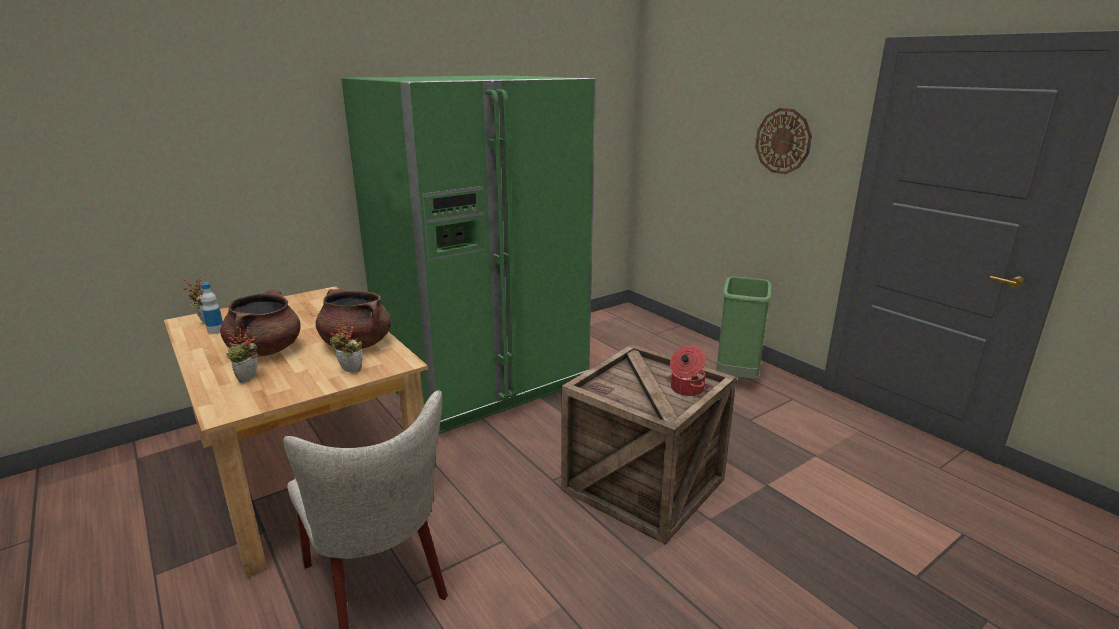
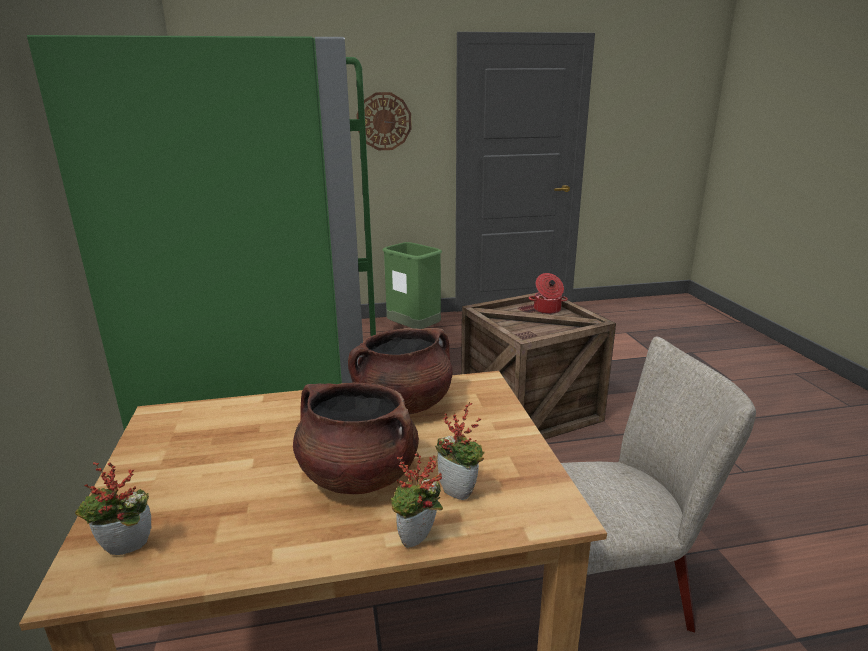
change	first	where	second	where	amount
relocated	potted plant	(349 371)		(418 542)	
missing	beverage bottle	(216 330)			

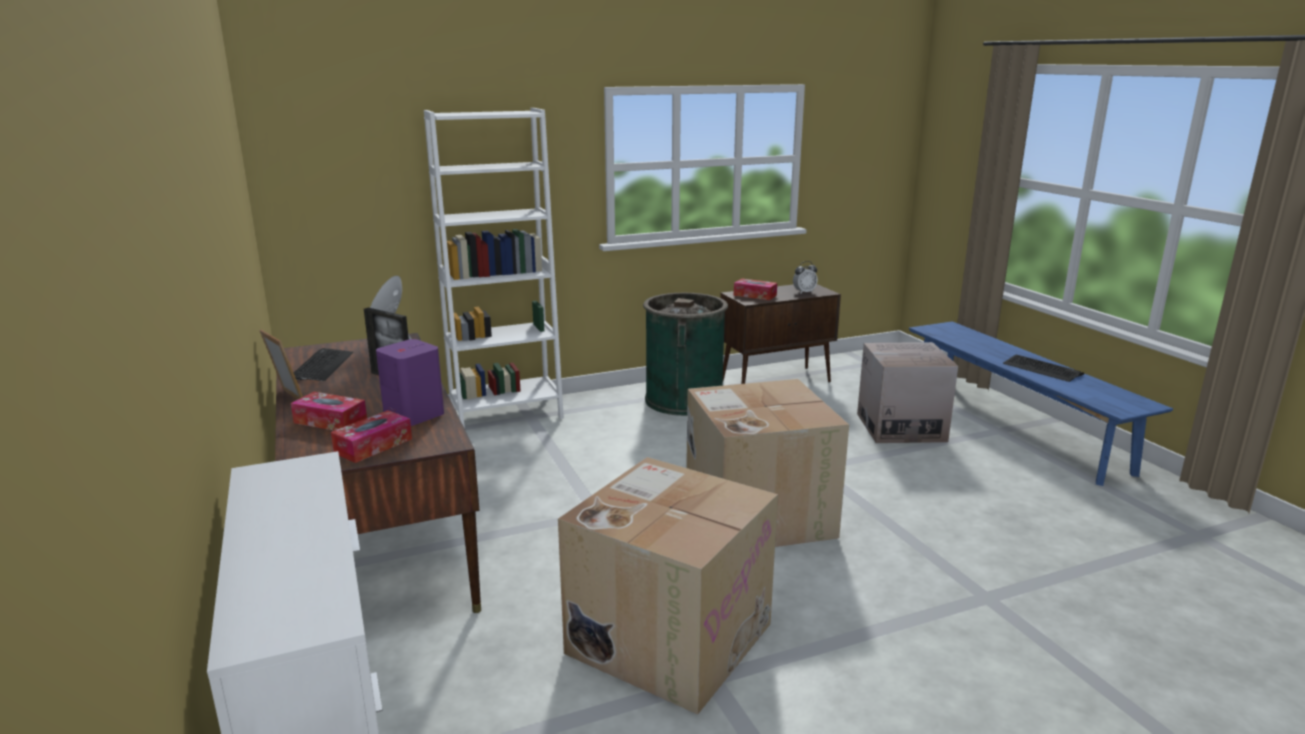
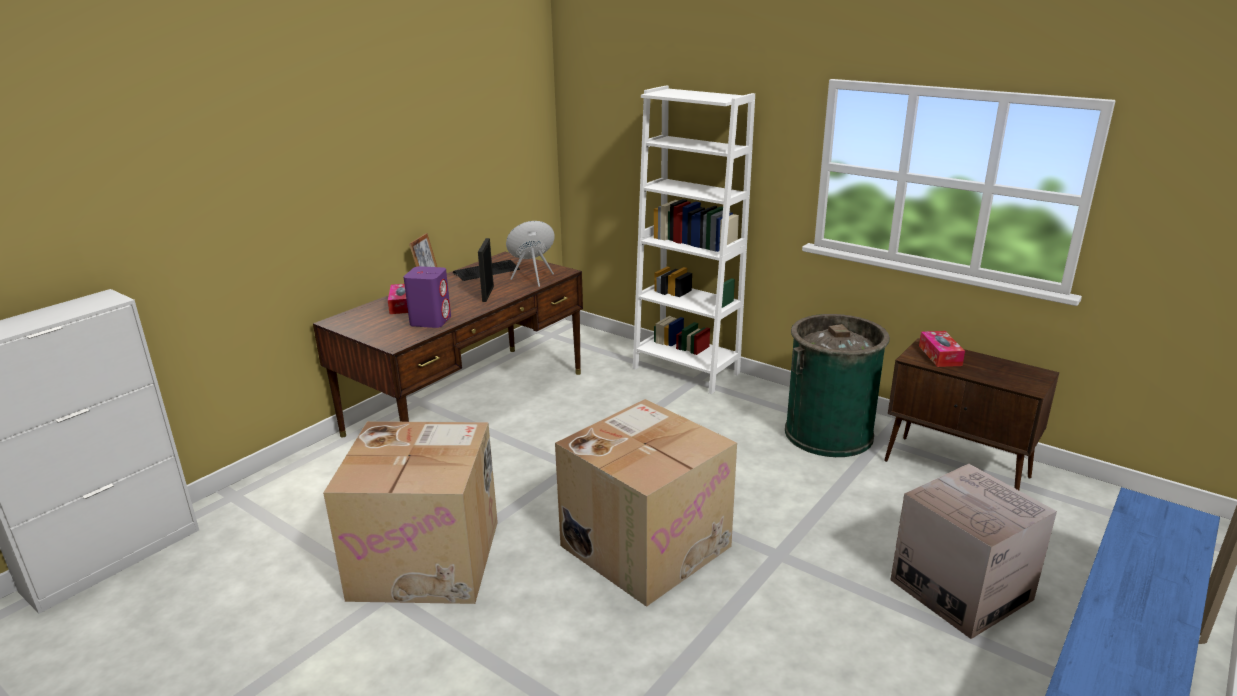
change	first	where	second	where	amount
missing	tissue box	(373 446)			
missing	bedside clock	(804 292)			
missing	PC keyboard	(1042 369)			

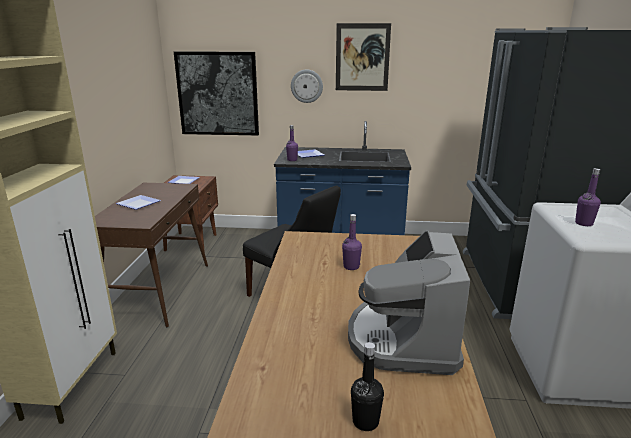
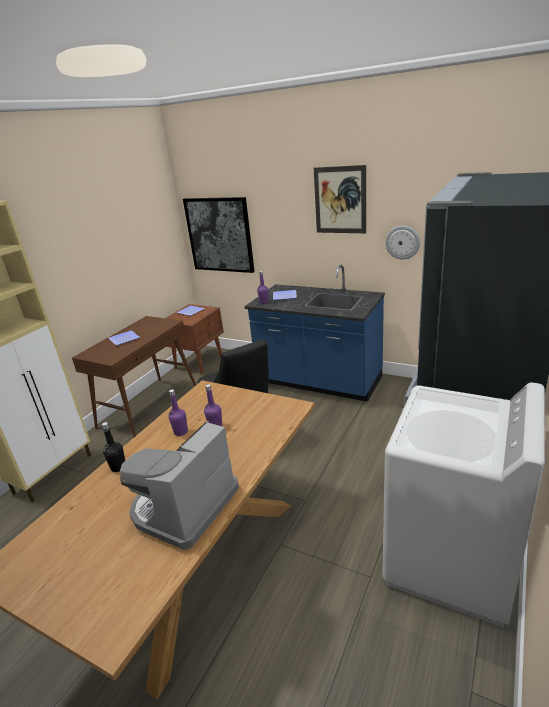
change	first	where	second	where	amount
relocated	beverage bottle (black)	(365 421)		(118 467)	
relocated	beverage bottle (purple)	(584 223)		(181 432)	
relocated	hanging clock	(306 86)		(402 242)	

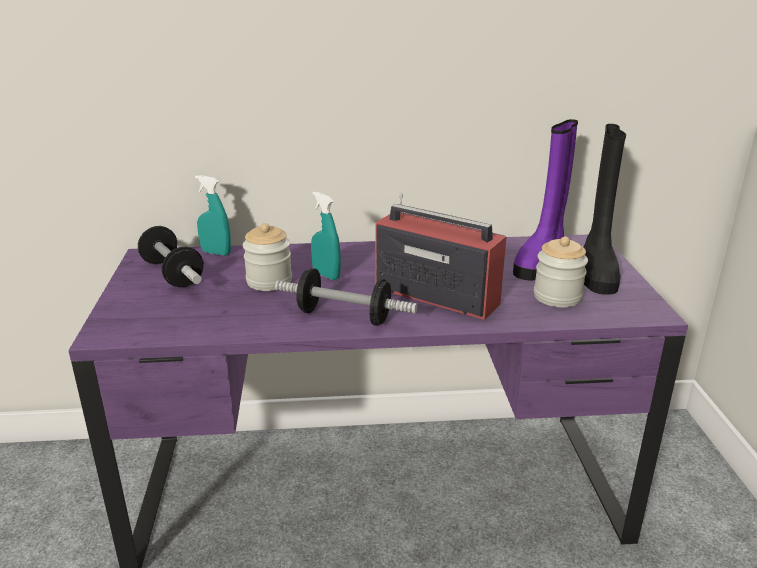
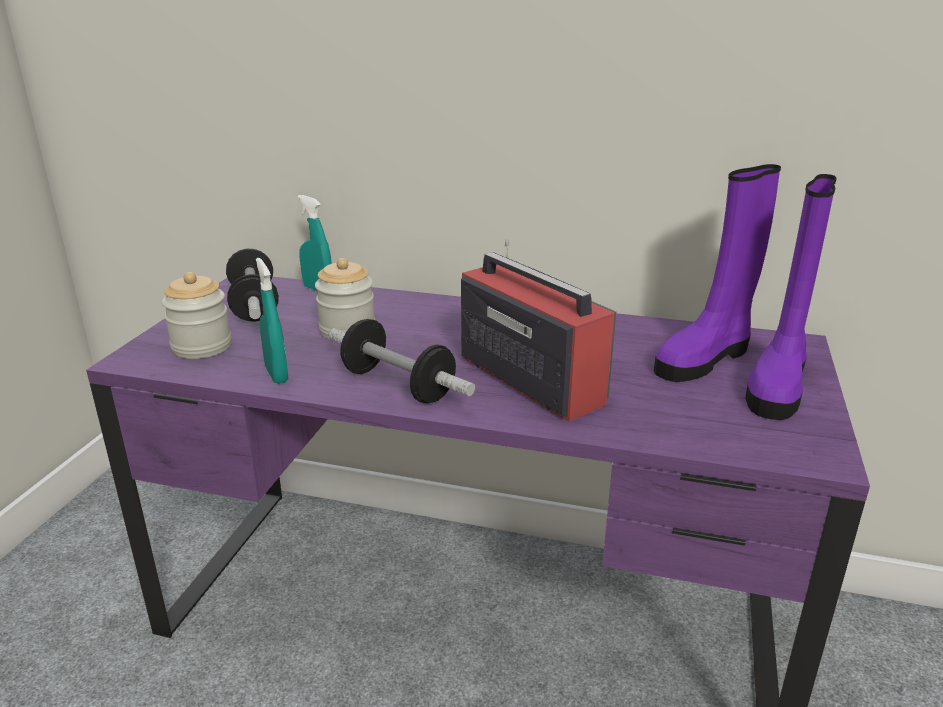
change	first	where	second	where	amount
relocated	storage jar	(557 297)		(202 347)	
relocated	sprayer (turquoise)	(326 275)		(276 375)	
colour	high-top boot (black)	(596 272)	high-top boot (purple)	(777 386)	

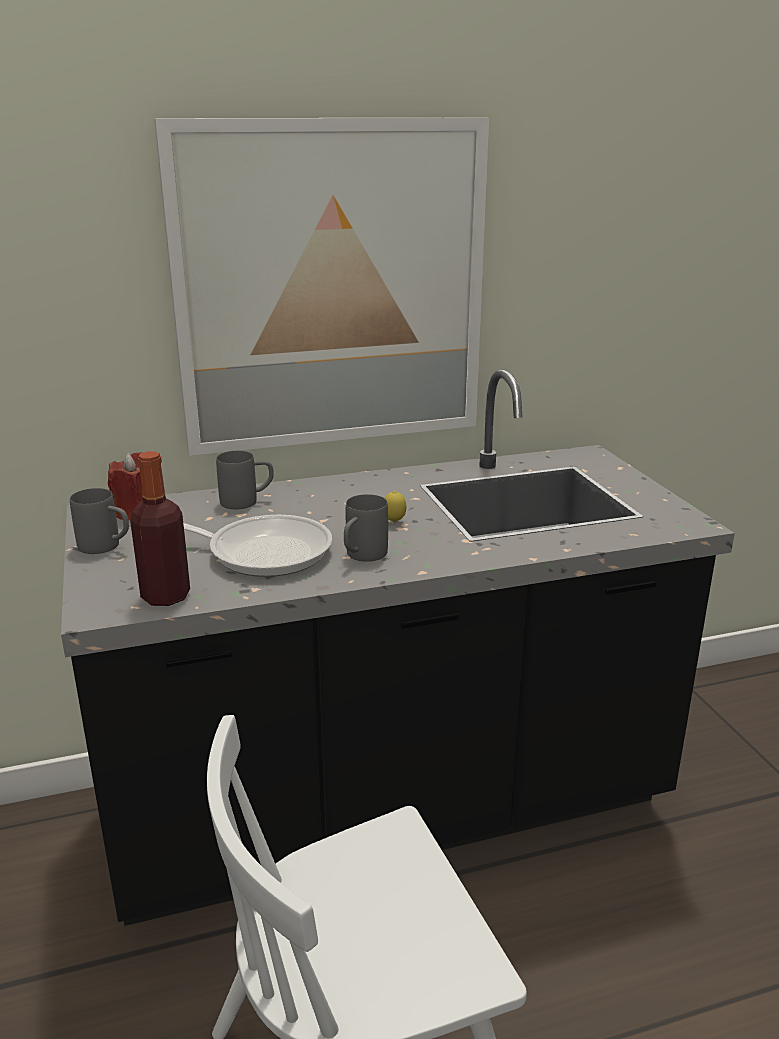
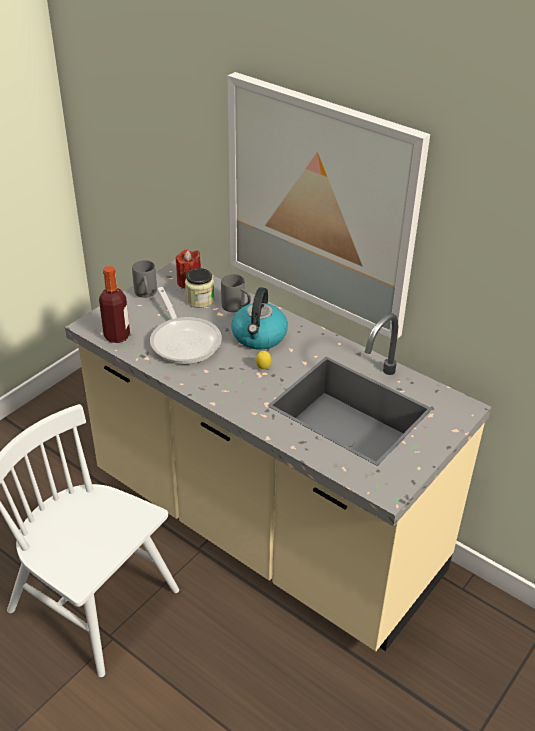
change	first	where	second	where	amount
colour	counter (black)	(389 810)	counter (beige)	(264 526)	
appeared			storage jar	(200 300)	
appeared			water kettle	(259 337)	
missing	mug (grey)	(362 556)			

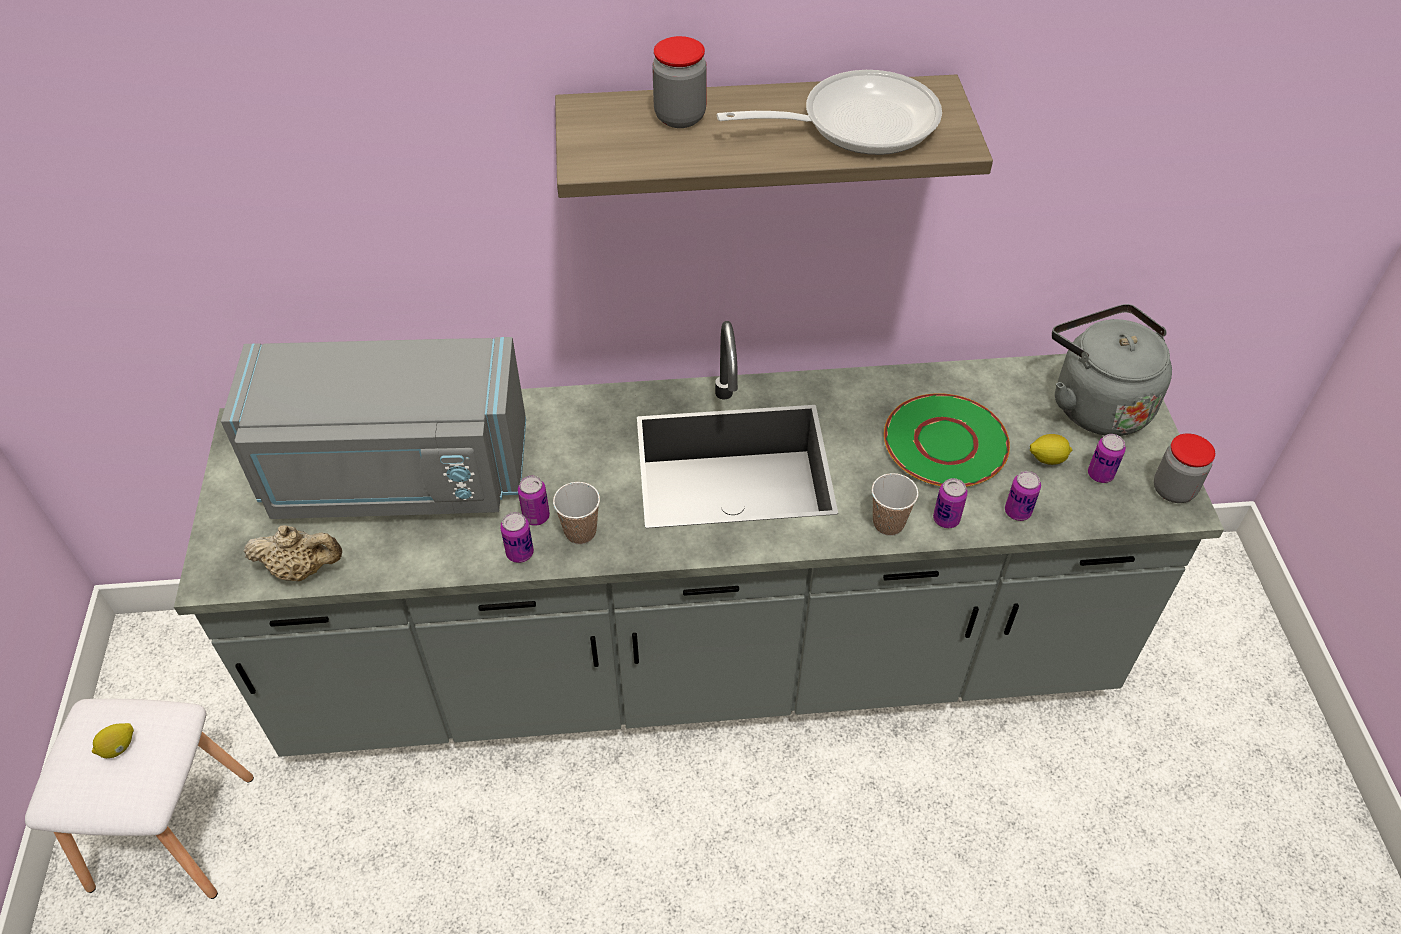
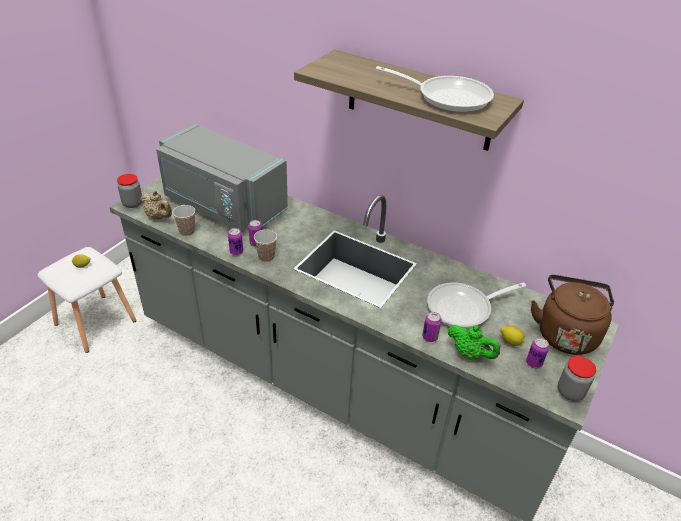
change	first	where	second	where	amount
relocated	storage jar	(680 117)		(132 203)	
relocated	drinking cup	(888 523)		(187 231)	
exchanged	dinner plate (green-coloured)	(946 442)	skillet	(464 308)	
exchanged	sealed can	(1017 512)	tea pot (green-coloured)	(470 354)	
colour	water kettle (grey)	(1096 403)	water kettle (brownish)	(565 333)	

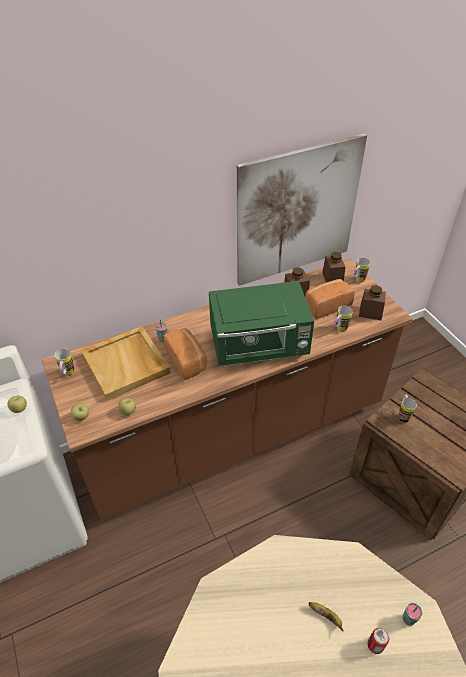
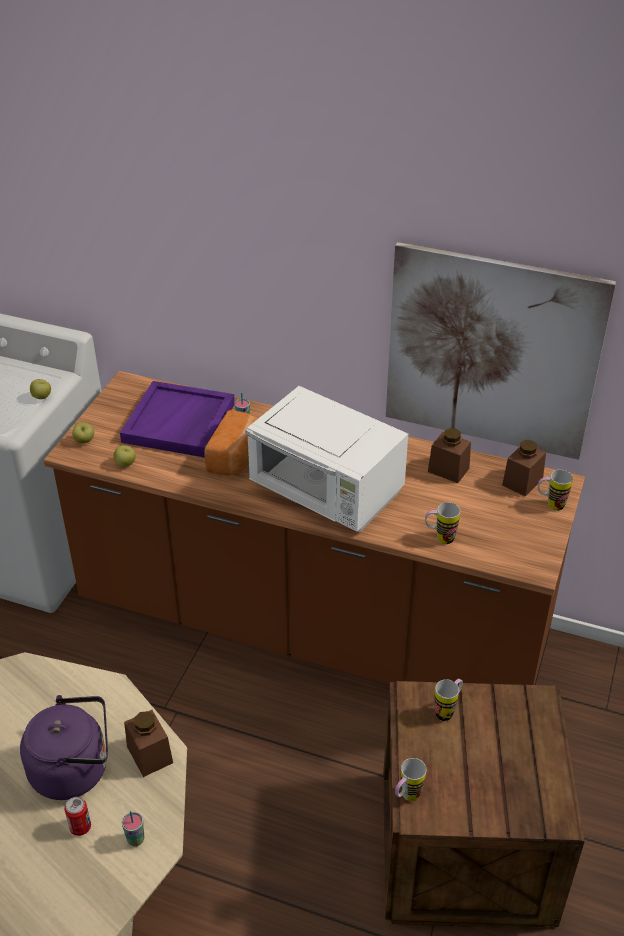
change	first	where	second	where	amount
exchanged	whole banana	(326 616)	water kettle (purple)	(75 769)	
colour	serving tray (beige)	(126 364)	serving tray (purple)	(179 423)	
relocated	storage jar (brownish)	(370 312)		(150 754)	
colour	microwave (green-coloured)	(260 346)	microwave (whitish)	(327 493)	
relocated	mug	(68 375)		(407 797)	
missing	baked bread	(326 305)			

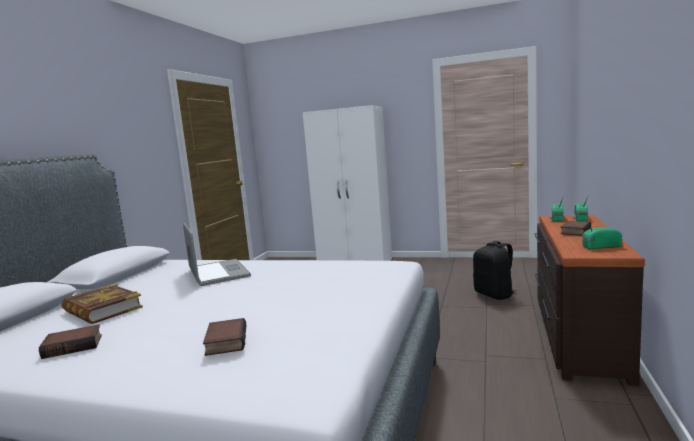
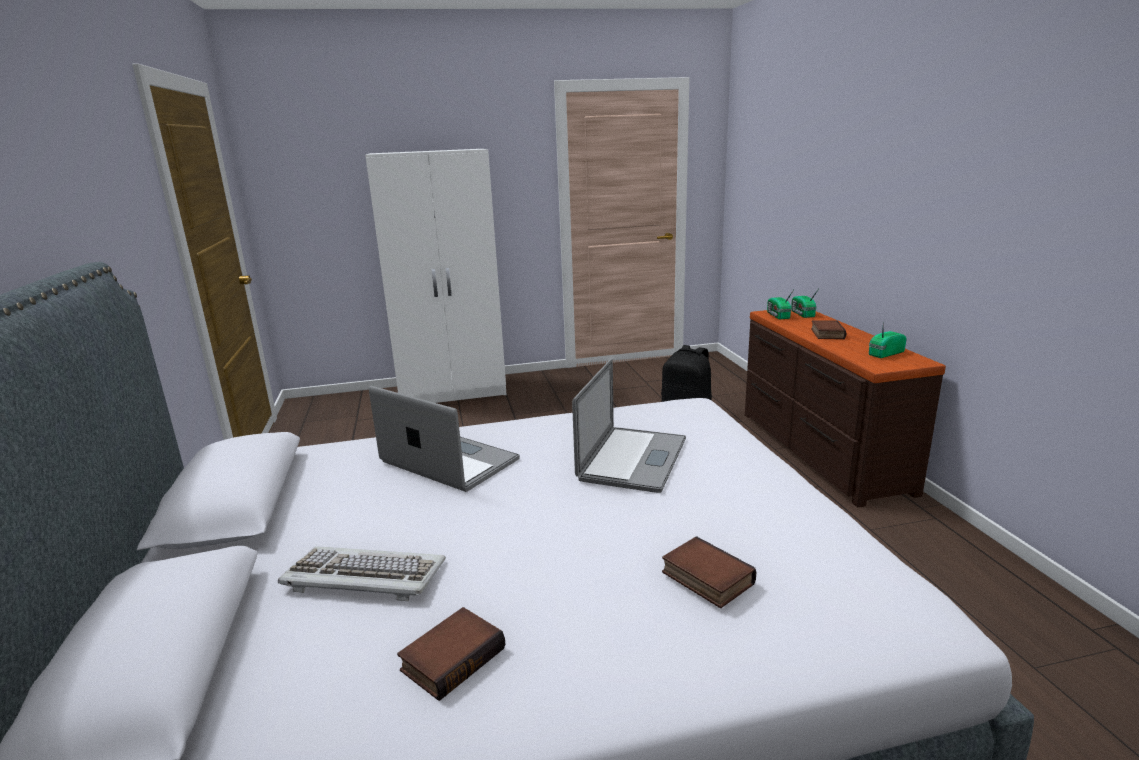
change	first	where	second	where	amount
exchanged	bound book	(102 310)	PC keyboard	(363 577)	
appeared			notebook computer	(633 459)	

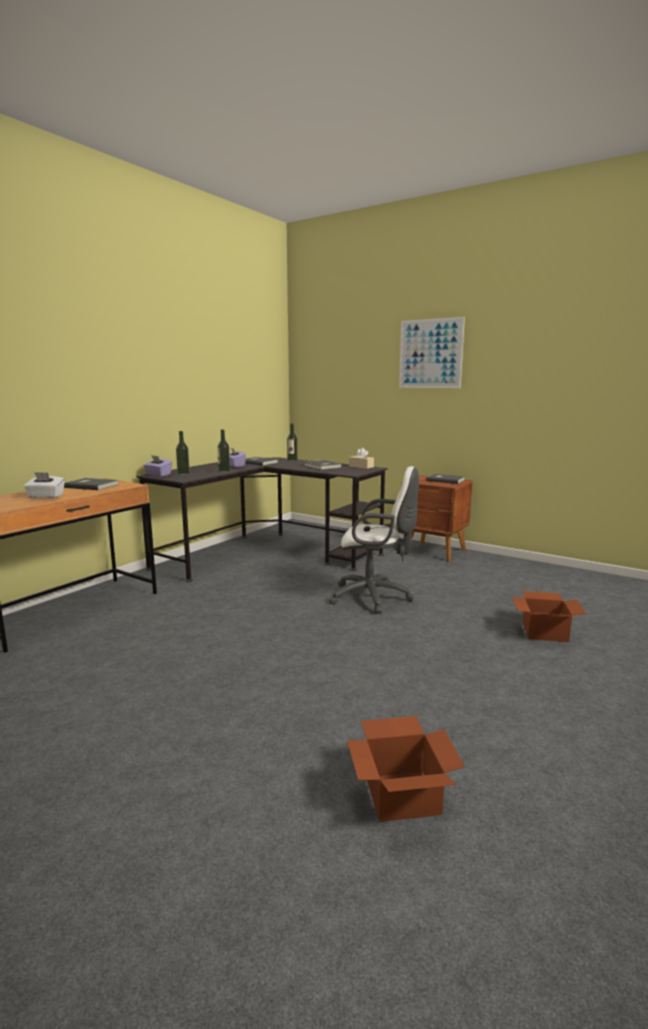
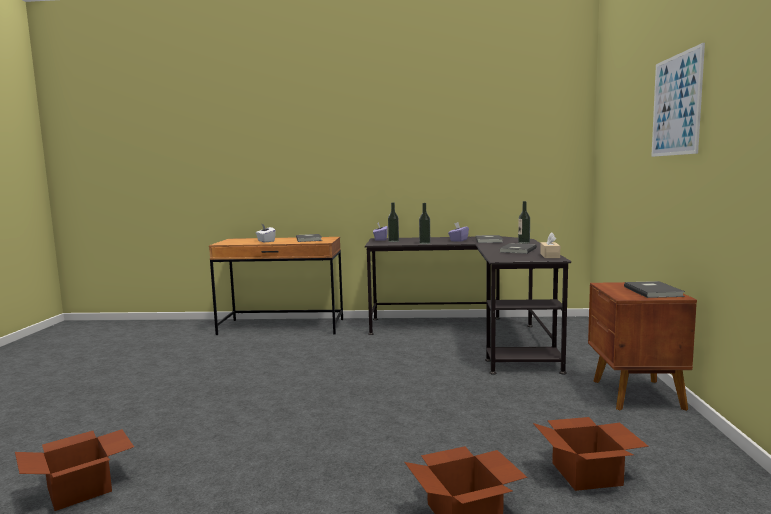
change	first	where	second	where	amount
appeared			cardboard box	(588 474)	
missing	office chair (whitish)	(374 597)			

